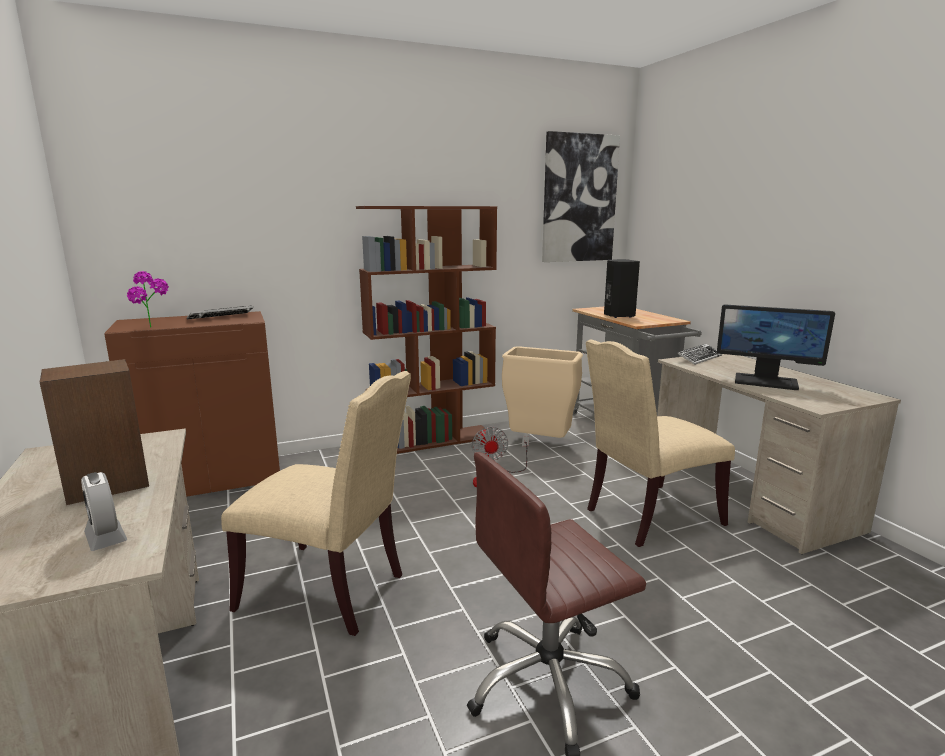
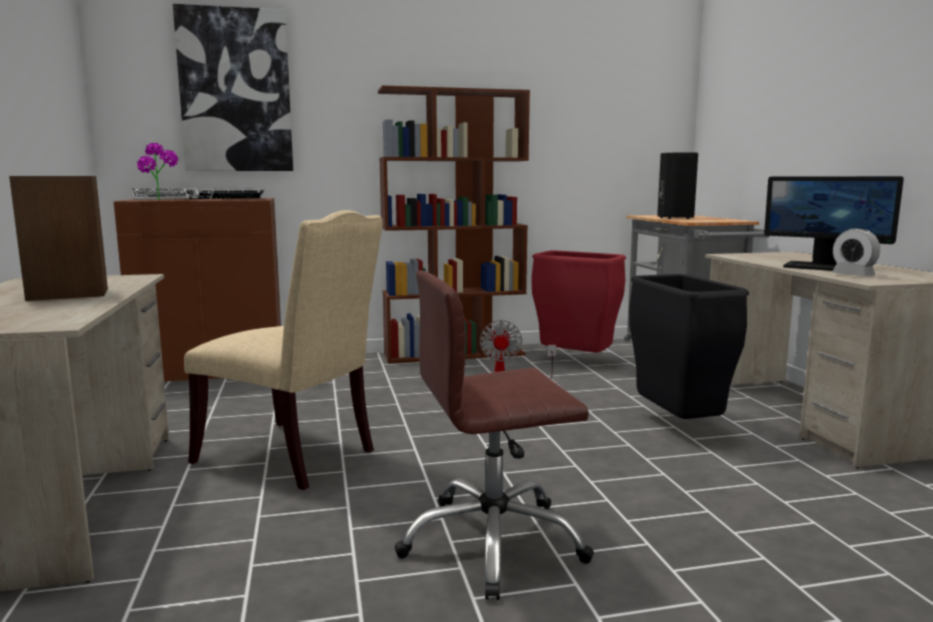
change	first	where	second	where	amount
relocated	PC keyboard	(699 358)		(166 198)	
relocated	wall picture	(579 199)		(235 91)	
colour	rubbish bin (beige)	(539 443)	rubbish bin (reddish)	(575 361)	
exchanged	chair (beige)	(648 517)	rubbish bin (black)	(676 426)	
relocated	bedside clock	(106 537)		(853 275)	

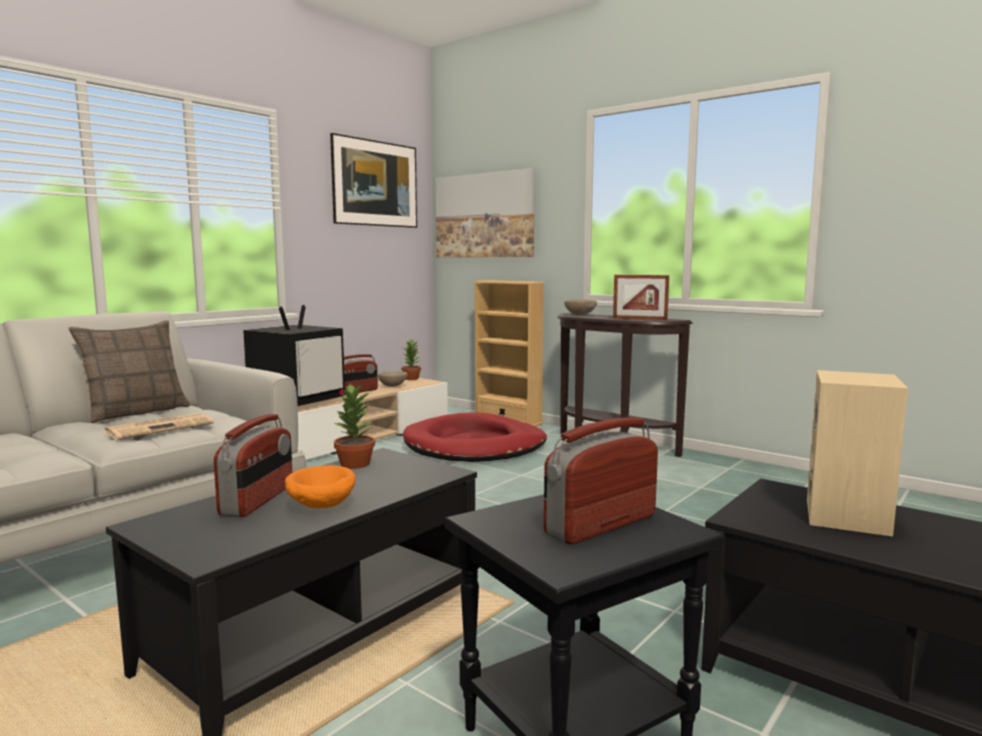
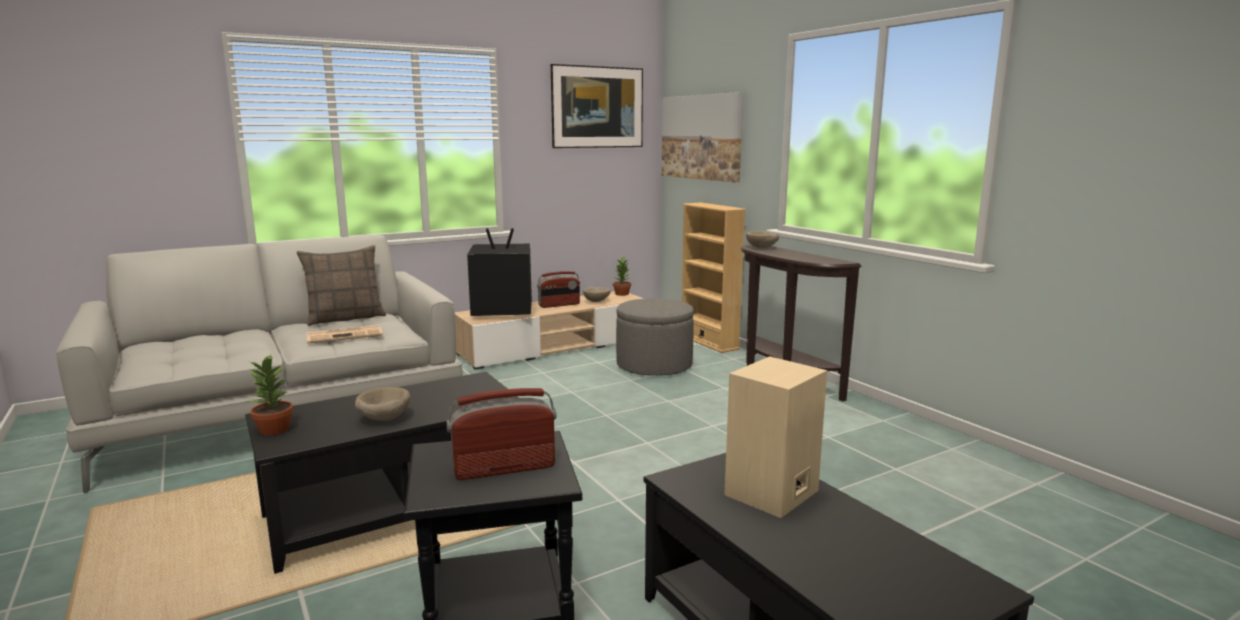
change	first	where	second	where	amount
relocated	potted plant	(354 464)		(273 430)	
colour	serving bowl (orange)	(320 506)	serving bowl (beige)	(383 418)	
spun	TV	(298 403)		(501 312)	150 degrees counterclockwise
exchanged	dog cushion (reddish)	(475 445)	footrest (grey)	(654 365)	
missing	radio	(258 500)			
missing	picture frame	(639 319)			

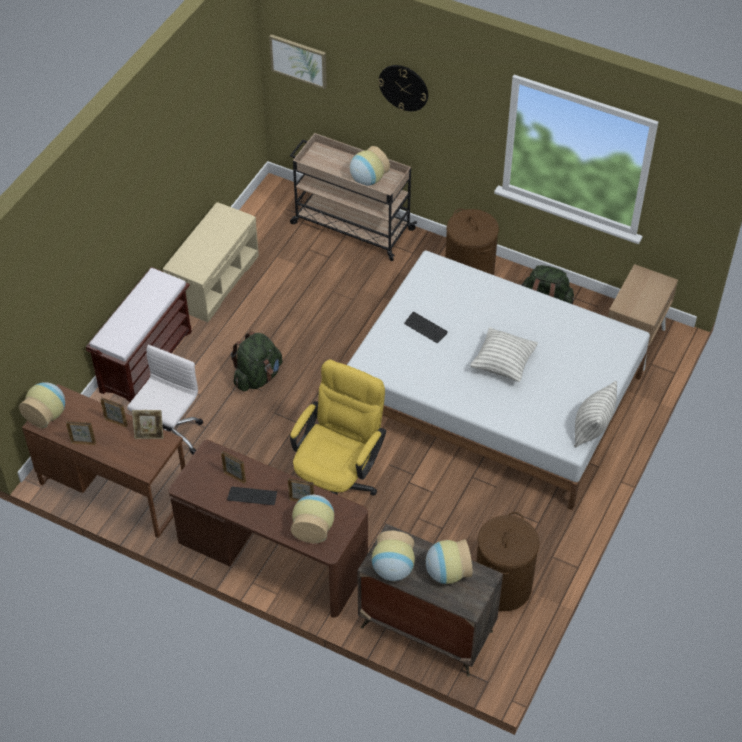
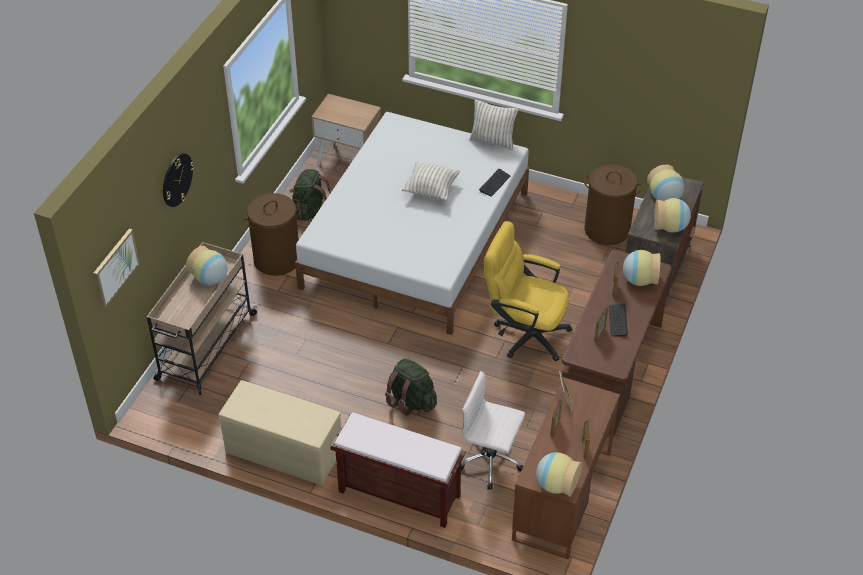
change	first	where	second	where	amount
relocated	PC keyboard	(425 328)		(494 183)	

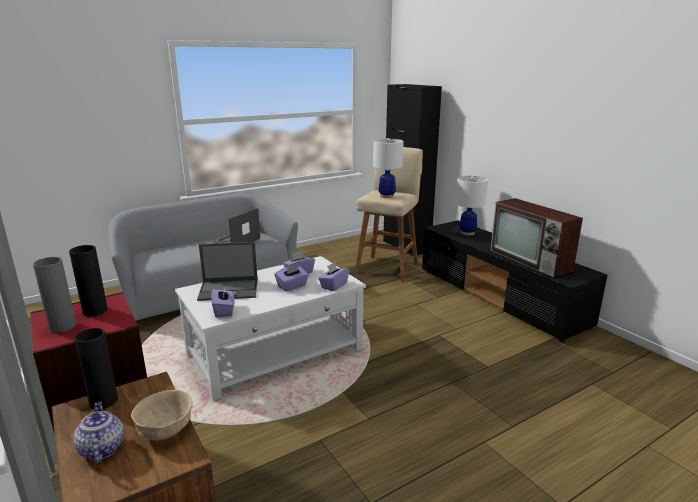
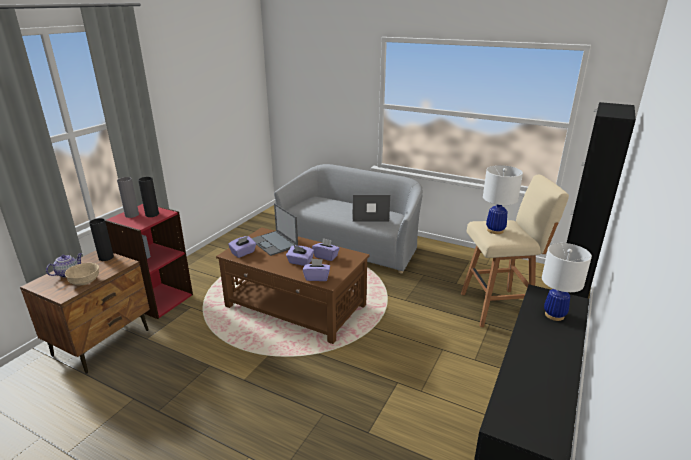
change	first	where	second	where	amount
colour	coffee table (whitish)	(276 352)	coffee table (brownish)	(296 306)	
missing	TV	(531 260)			

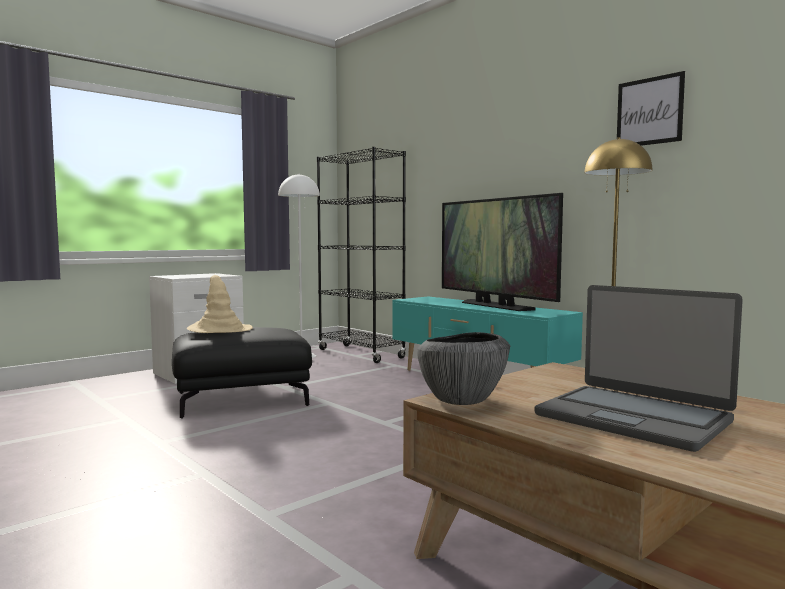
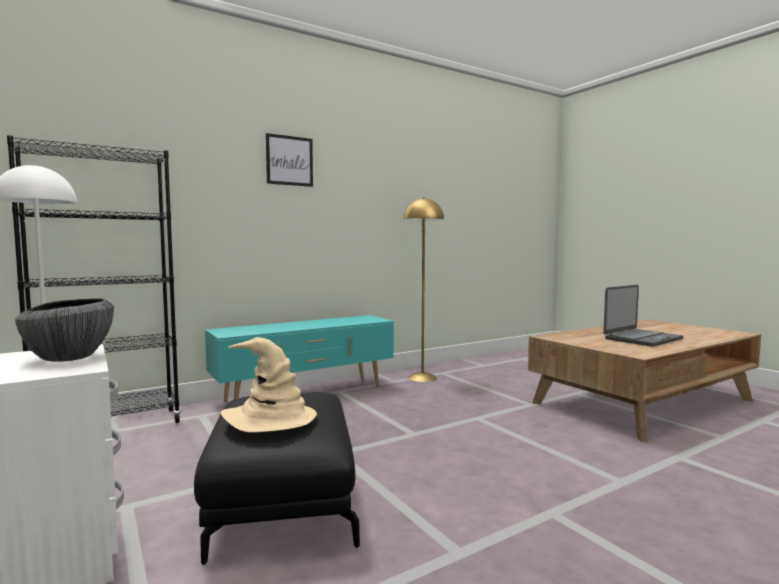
change	first	where	second	where	amount
relocated	serving bowl	(462 400)		(69 358)	
relocated	wall picture	(649 111)		(289 160)	
missing	TV	(495 306)			

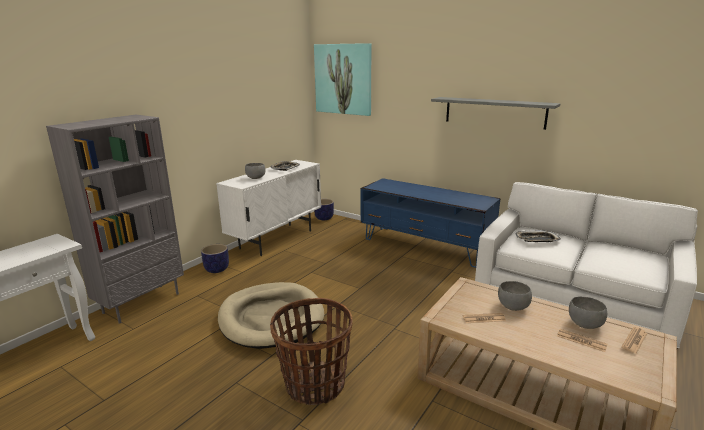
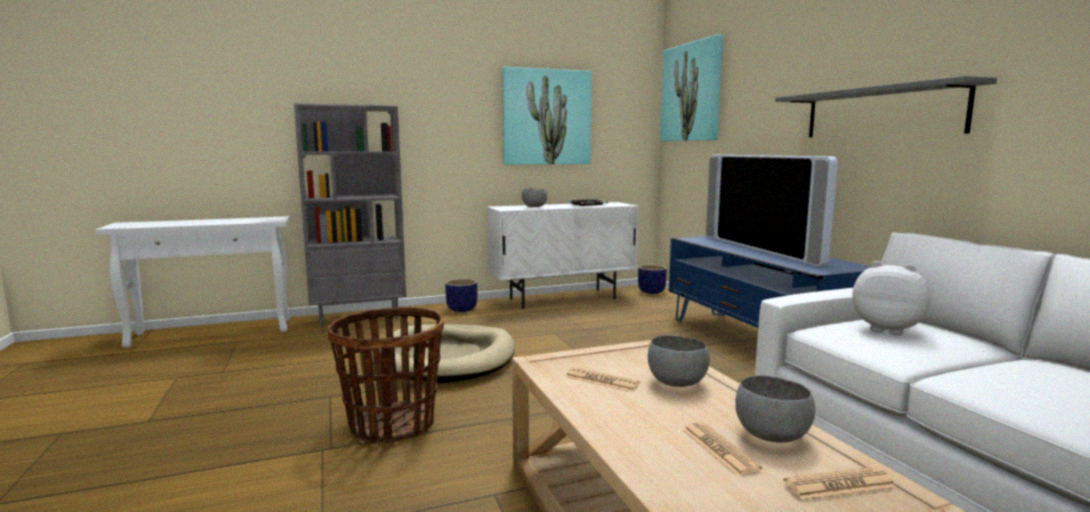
change	first	where	second	where	amount
appeared			wall picture	(546 117)	
appeared			TV	(762 249)	
exchanged	serving tray	(537 239)	cuddly toy	(887 329)	

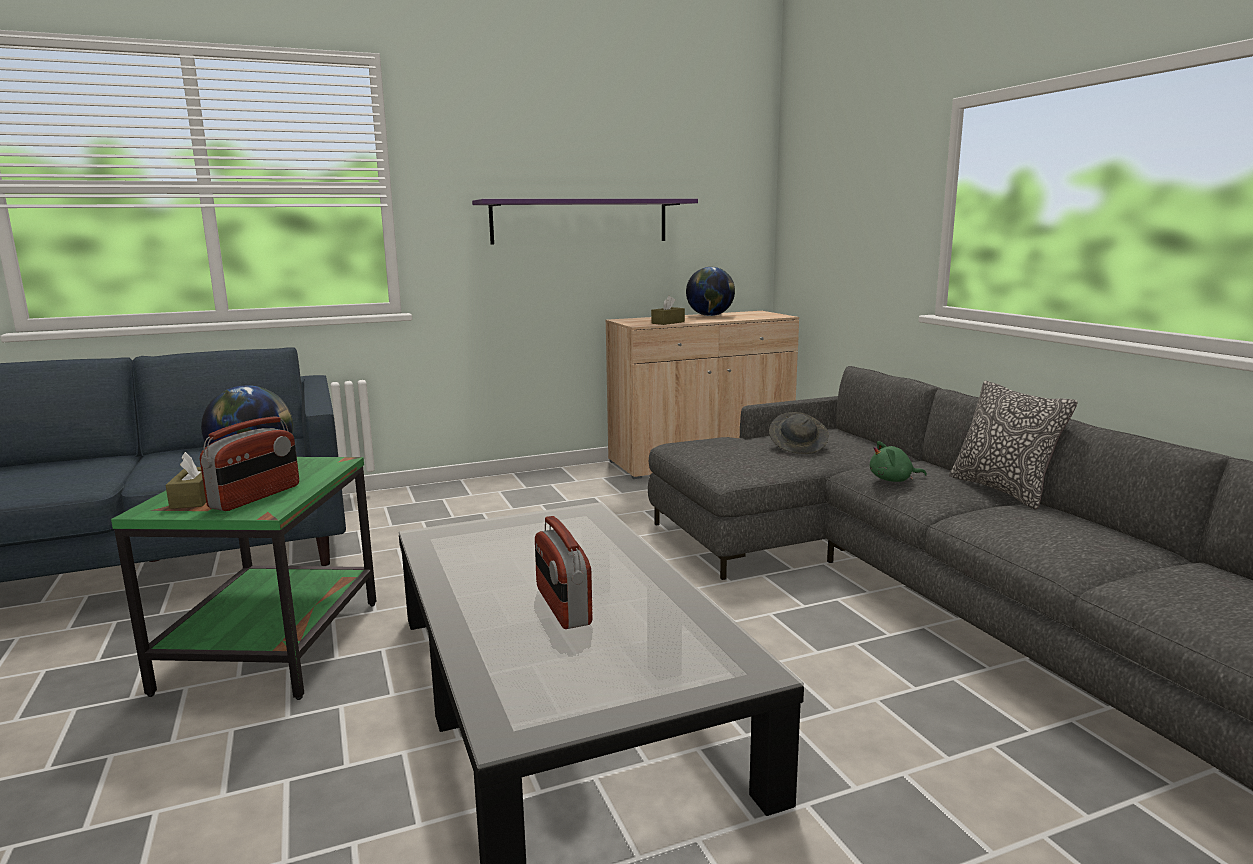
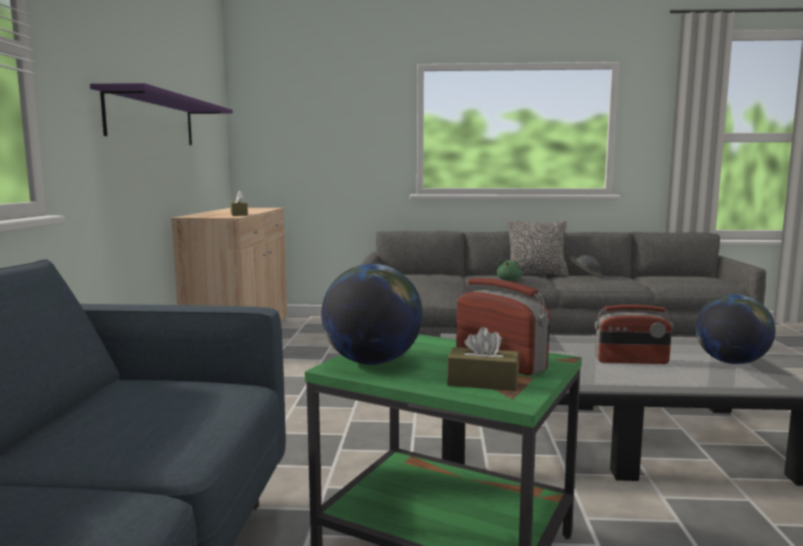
change	first	where	second	where	amount
relocated	hat (grey)	(798 446)		(586 276)	
relocated	world globe	(710 315)		(731 362)	

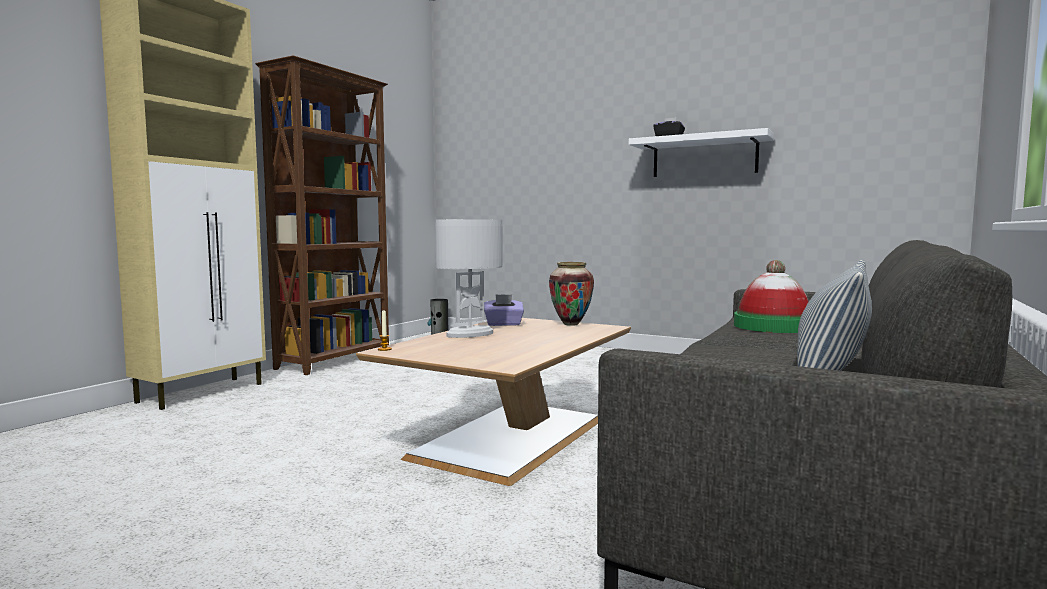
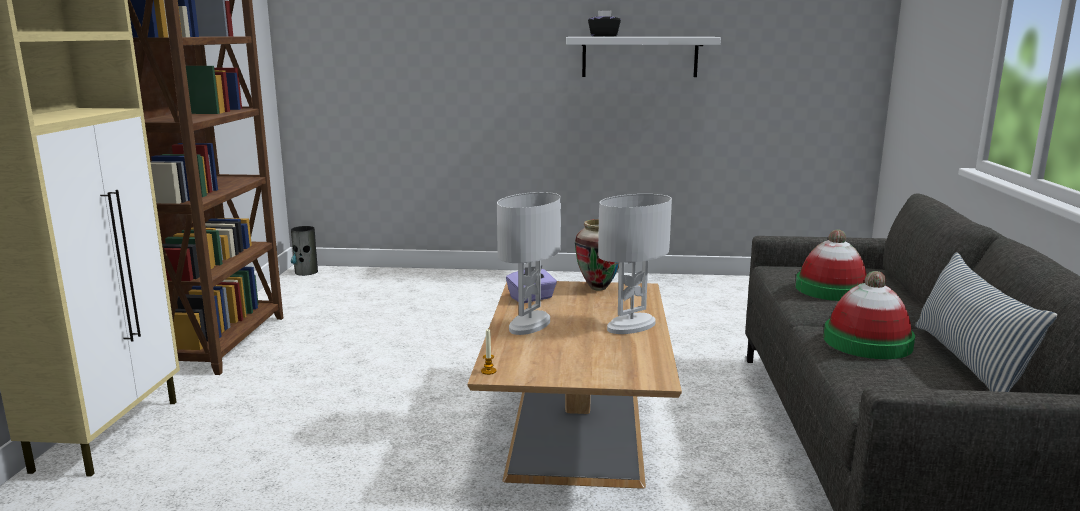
change	first	where	second	where	amount
appeared			lamp for a table (whitish)	(631 326)	
appeared			hat	(867 342)	

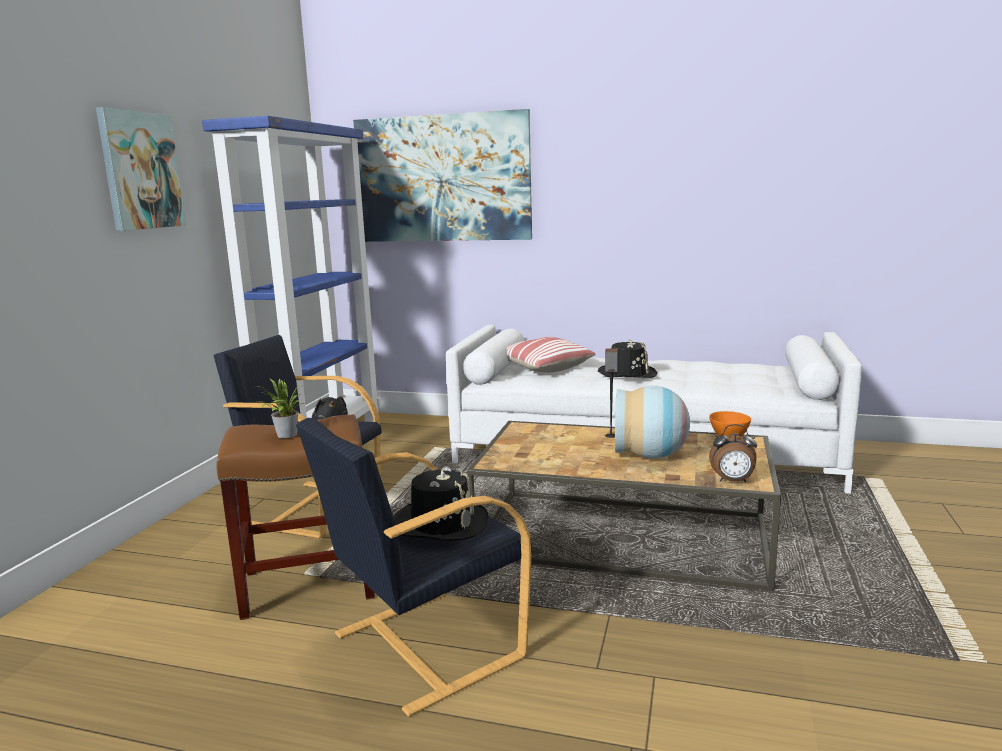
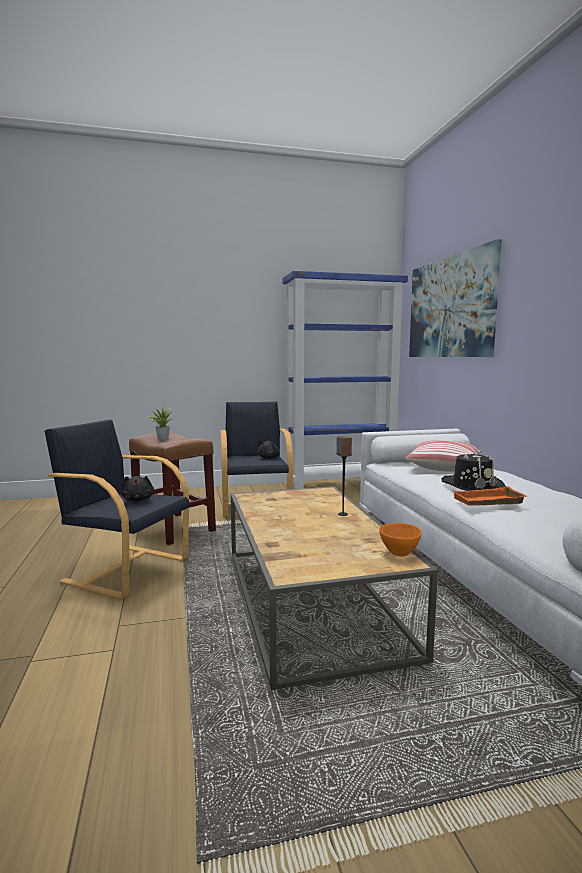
change	first	where	second	where	amount
exchanged	hat (black)	(440 523)	cuddly toy (black)	(138 500)	
appeared			serving tray (orange)	(488 502)	
missing	wall picture	(141 171)			
missing	flower vase	(650 455)			
missing	bedside clock	(732 481)			

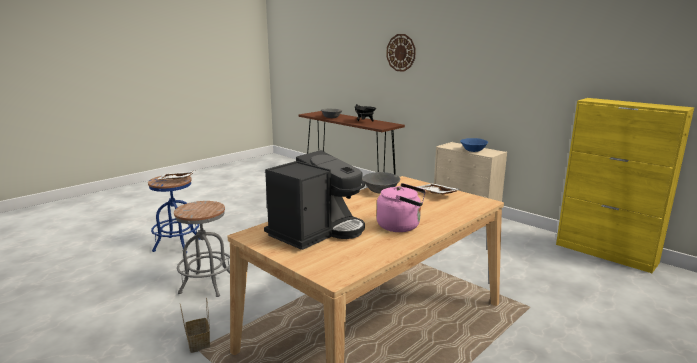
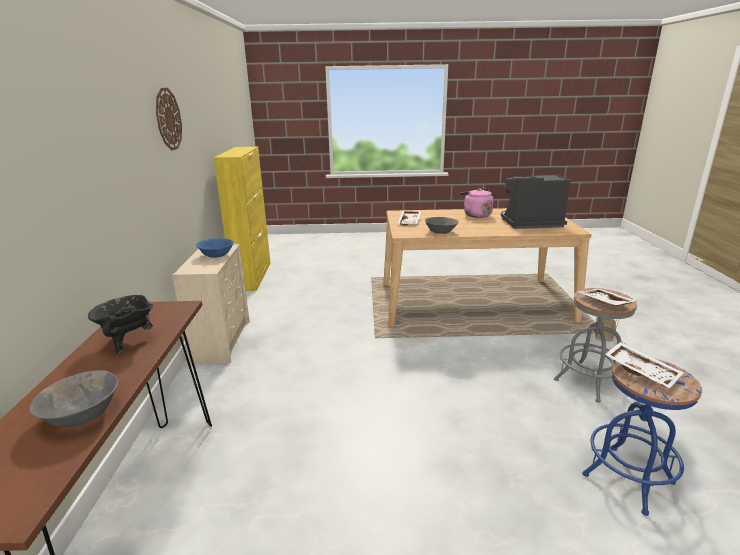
change	first	where	second	where	amount
relocated	hanging clock	(401 52)		(168 119)	
appeared			serving tray (whitish)	(604 303)	

